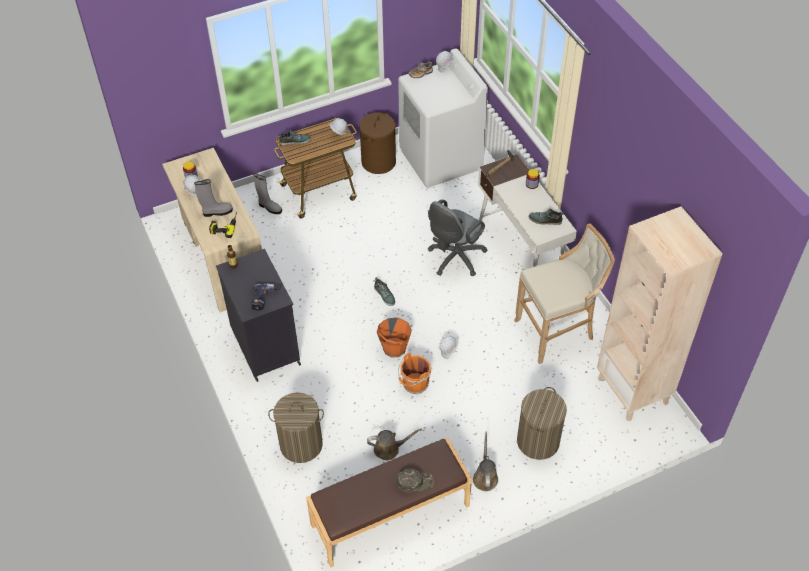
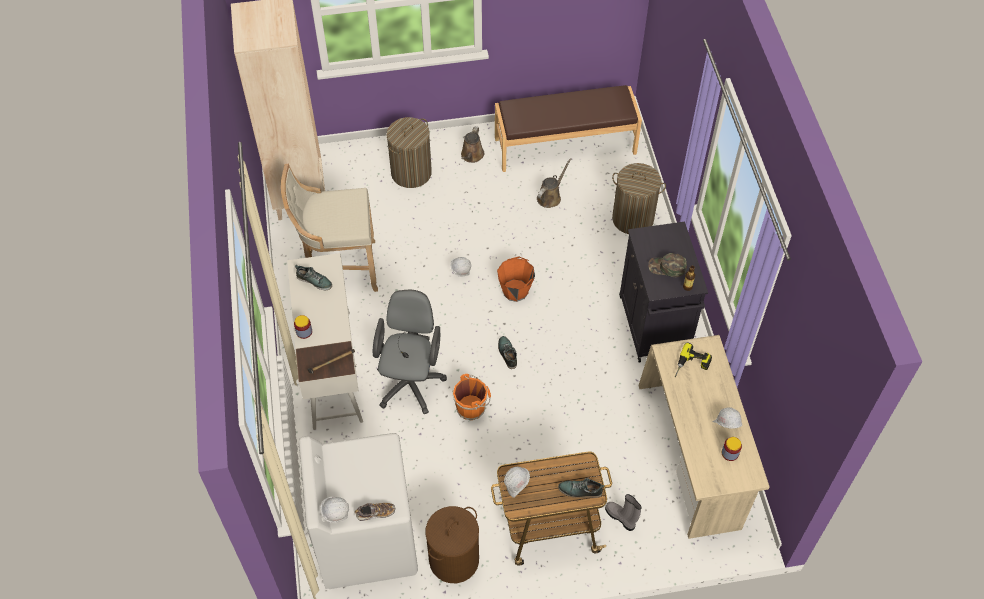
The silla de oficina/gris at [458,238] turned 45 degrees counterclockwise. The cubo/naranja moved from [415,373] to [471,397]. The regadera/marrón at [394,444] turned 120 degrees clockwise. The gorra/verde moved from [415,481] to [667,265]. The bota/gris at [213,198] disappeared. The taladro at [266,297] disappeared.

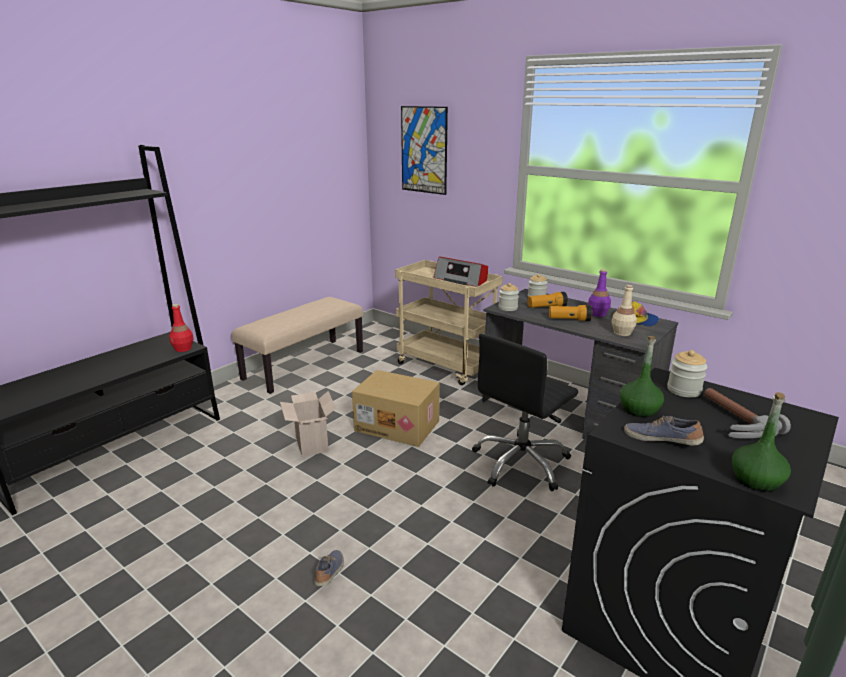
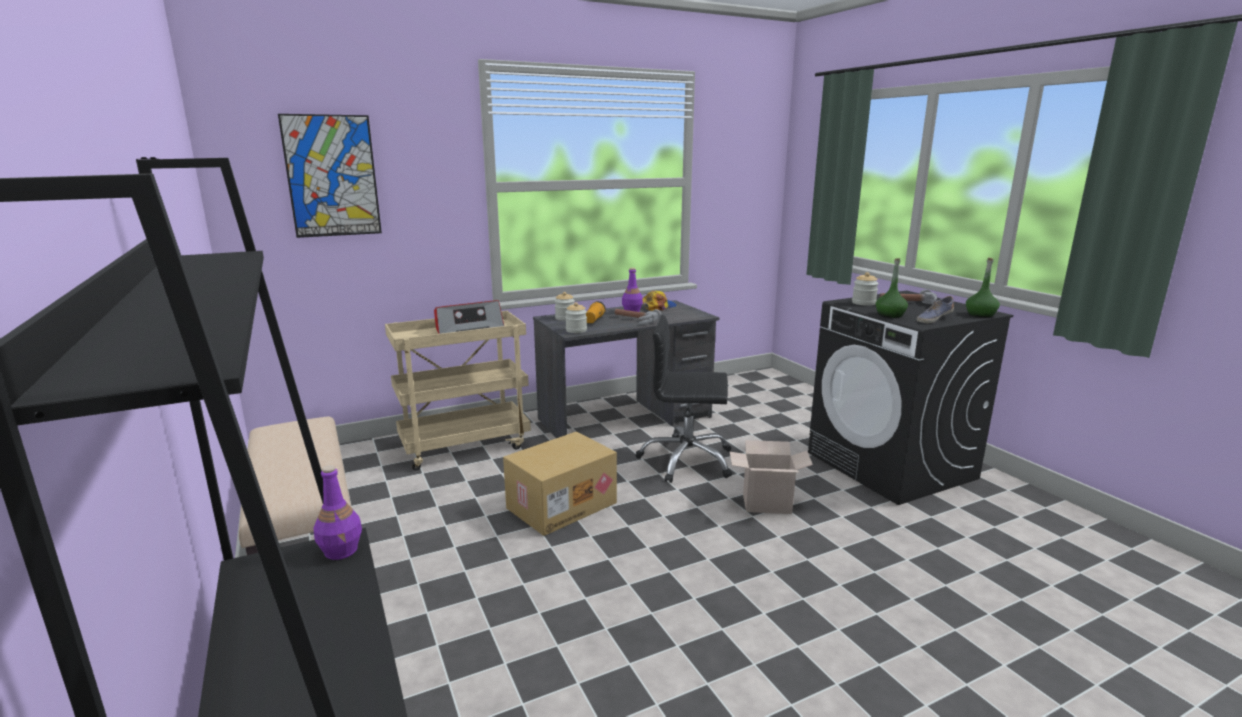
The botella/rojo at [181,328] became the botella/morado at [337,512]. The linterna at [570,313] was replaced by the martillo at [637,317]. The silla de oficina/negro at [525,412] turned 120 degrees clockwise. The caja de cartón moved from [308,424] to [771,477]. The zapato at [329,568] disappeared. The botella/beis at [624,310] disappeared.

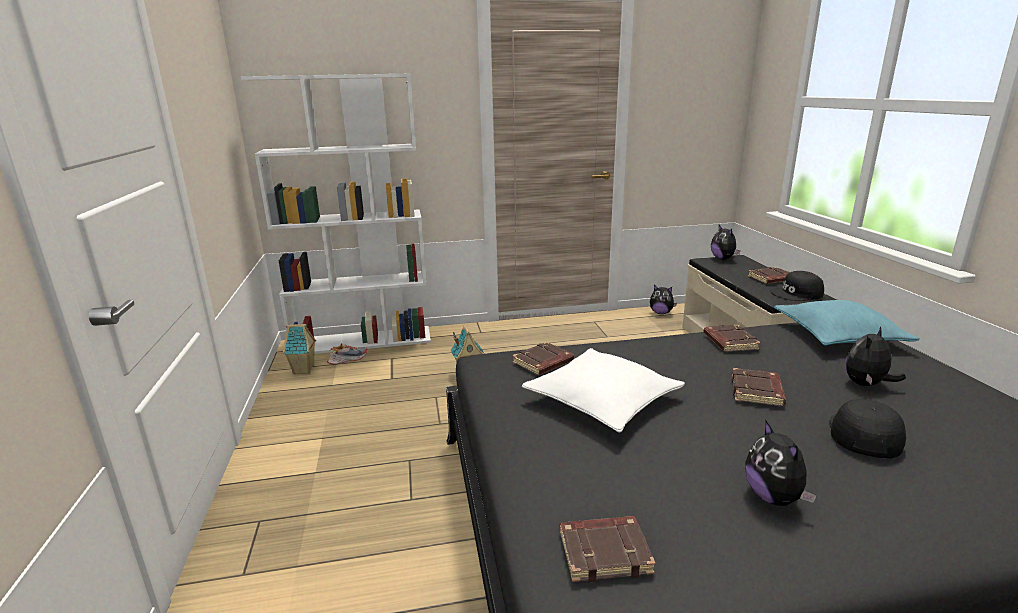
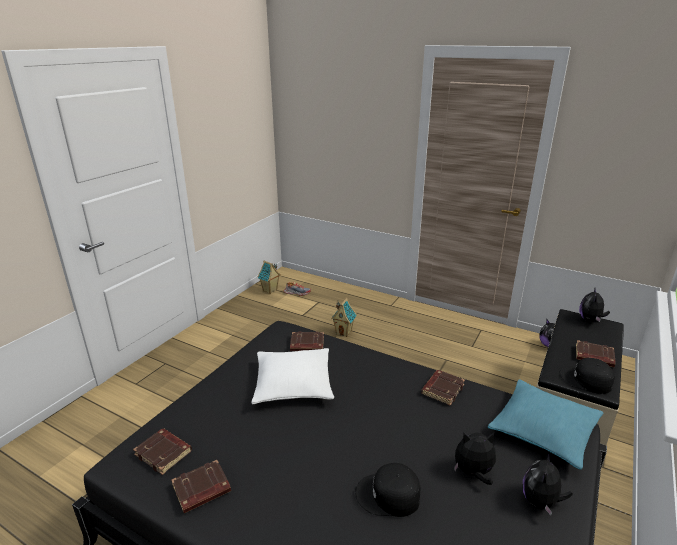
The libro/marrón moved from [758,387] to [201,486]. The gorra/negro at [867,429] turned 150 degrees counterclockwise. The peluche moved from [781,462] to [548,483]. The estantería/blanco at [336,214] disappeared.

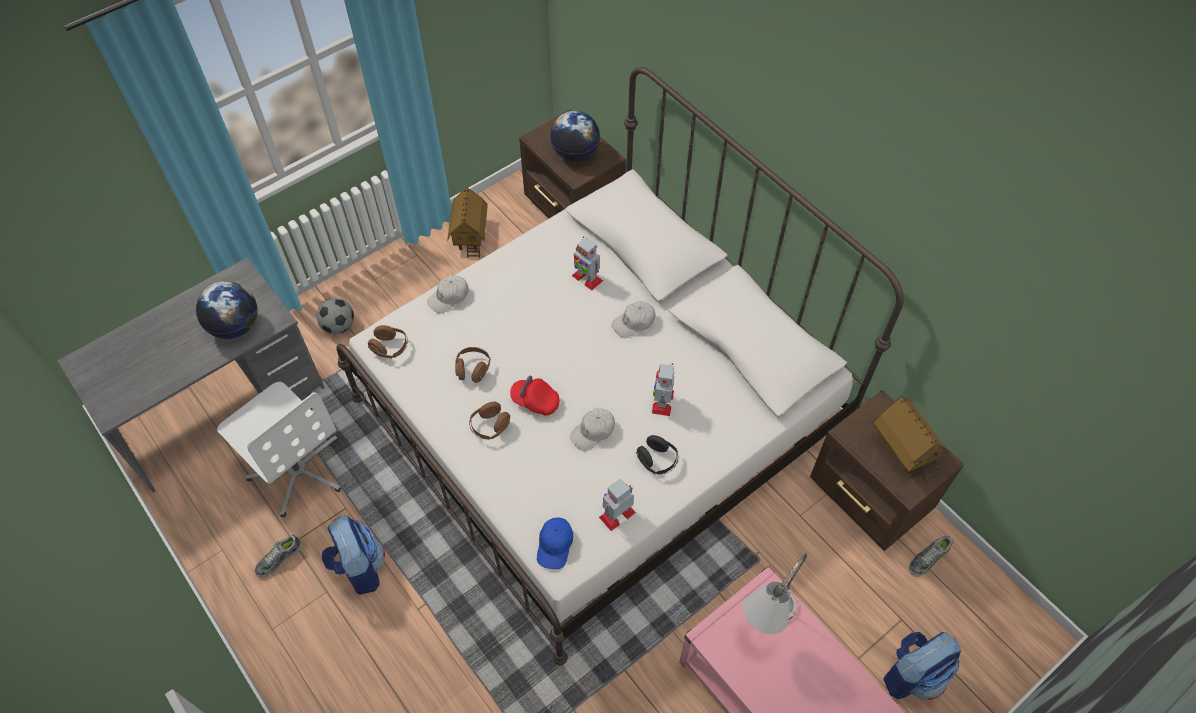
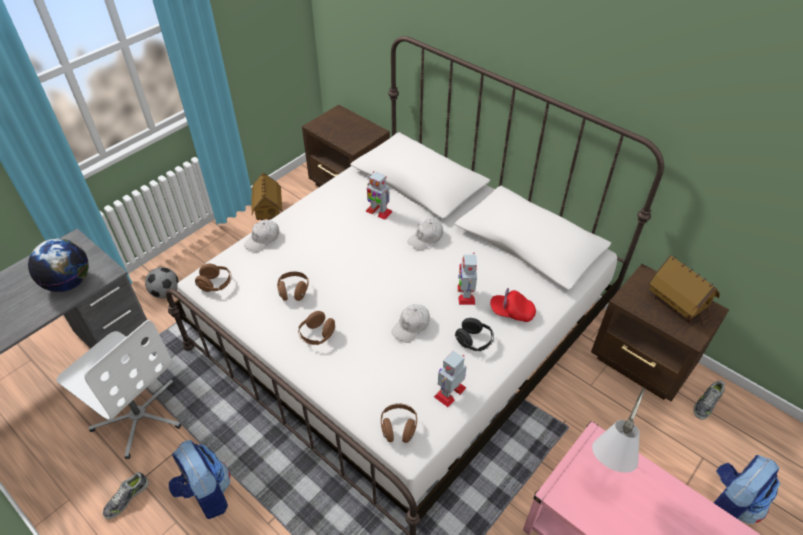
The gorra/azul at [555,543] was replaced by the auriculares/marrón at [399,423]. The gorra/rojo moved from [535,396] to [513,305]. The globo terráqueo at [575,136] disappeared.

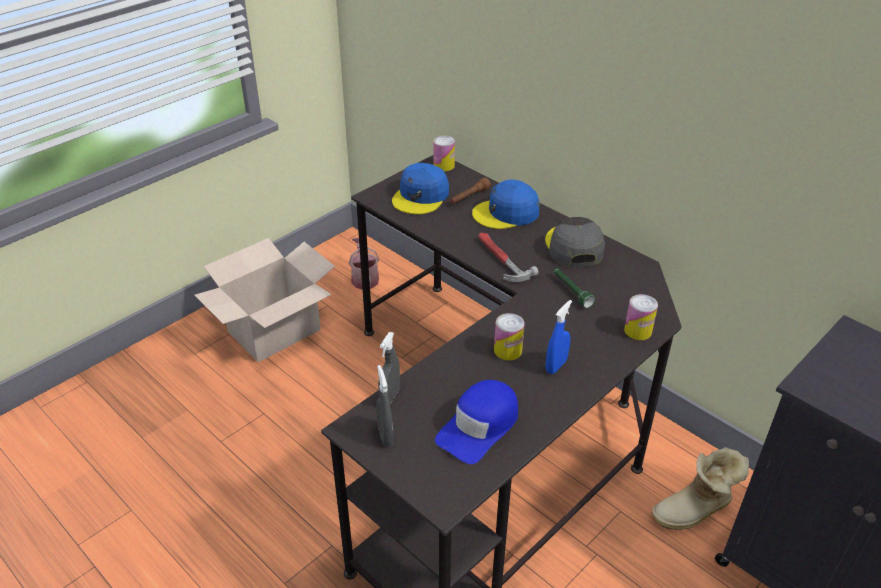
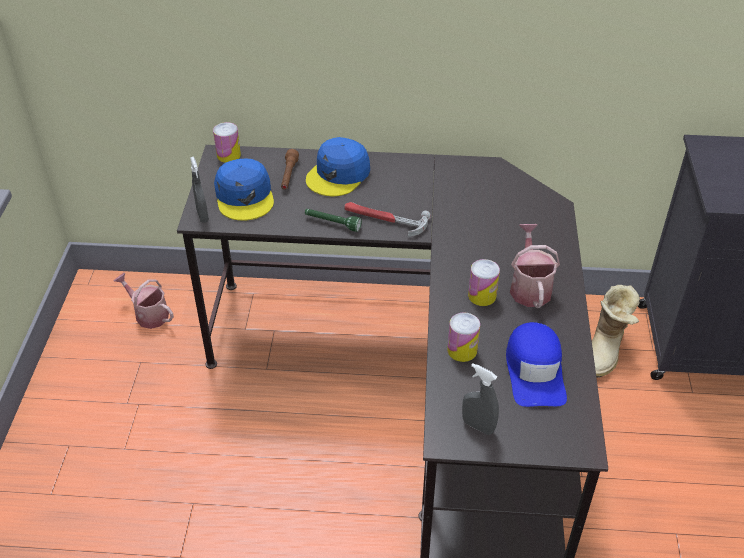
The pulverizador/gris moved from [389,368] to [199,190]. The linterna/verde moved from [574,288] to [333,220]. The lata moved from [641,317] to [463,337]. The pulverizador/azul at [558,337] was replaced by the regadera at [535,266]. The caja de cartón at [264,300] disappeared. The gorra/gris at [575,242] disappeared.

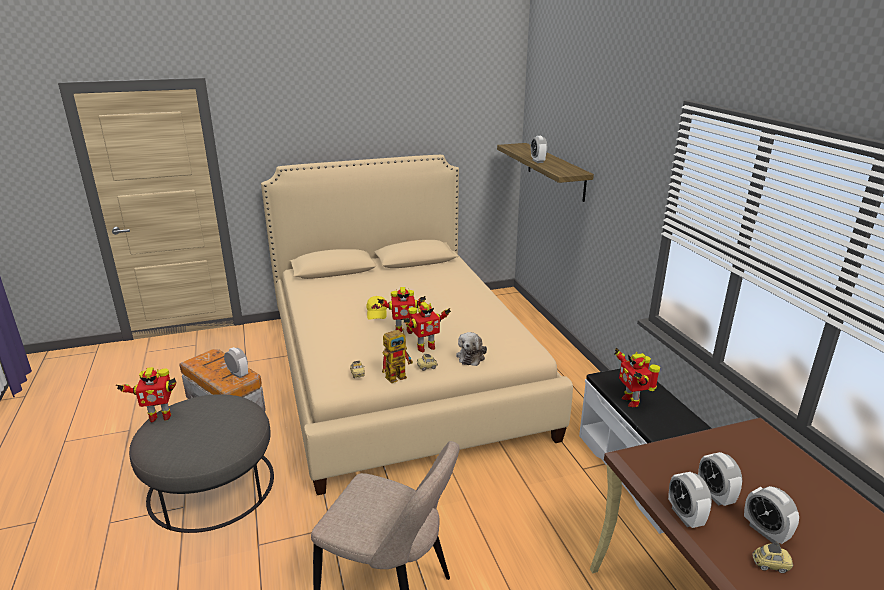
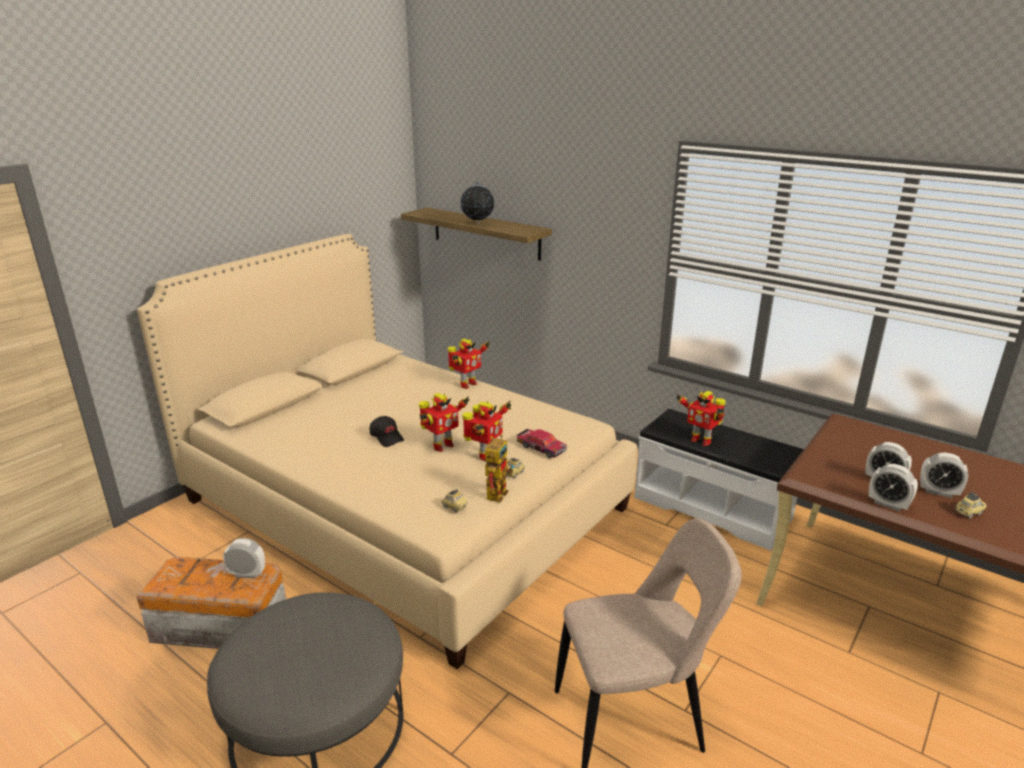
The gorra/amarillo at [376,308] became the gorra/negro at [387,431]. The robot de juguete moved from [145,394] to [469,364]. The despertador at [539,149] was replaced by the globo terráqueo at [477,203]. The peluche at [471,349] was replaced by the coche de juguete at [542,443].

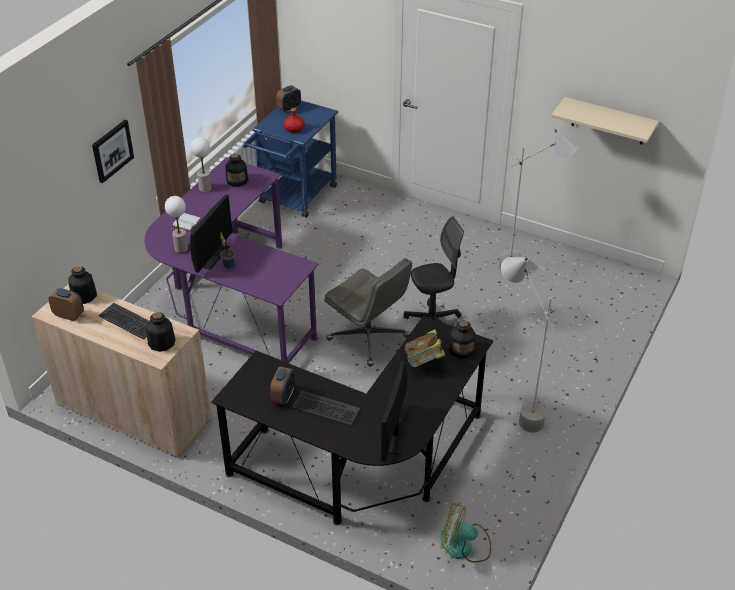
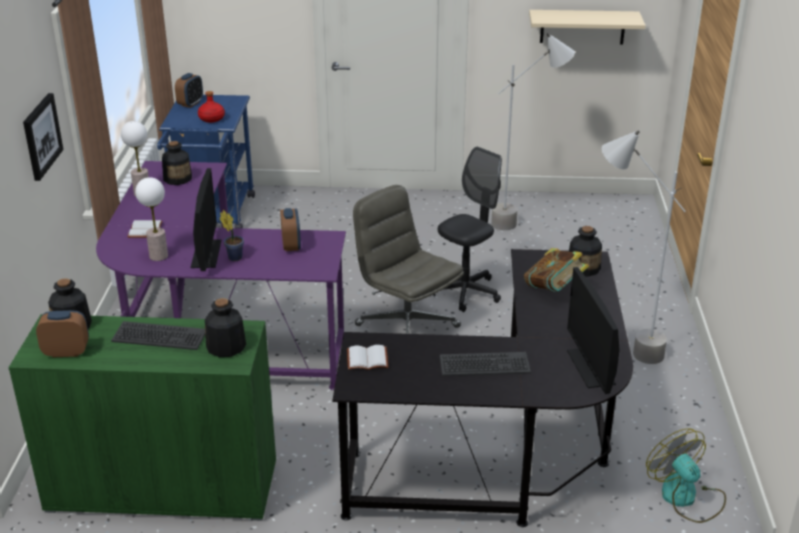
The armario/beis at [121,371] became the armario/verde at [142,417]. The despertador moved from [282,386] to [290,229]. The libro/blanco at [367,357] appeared. The silla de oficina/gris at [368,312] turned 150 degrees counterclockwise. The ventilador at [465,532] turned 75 degrees clockwise.

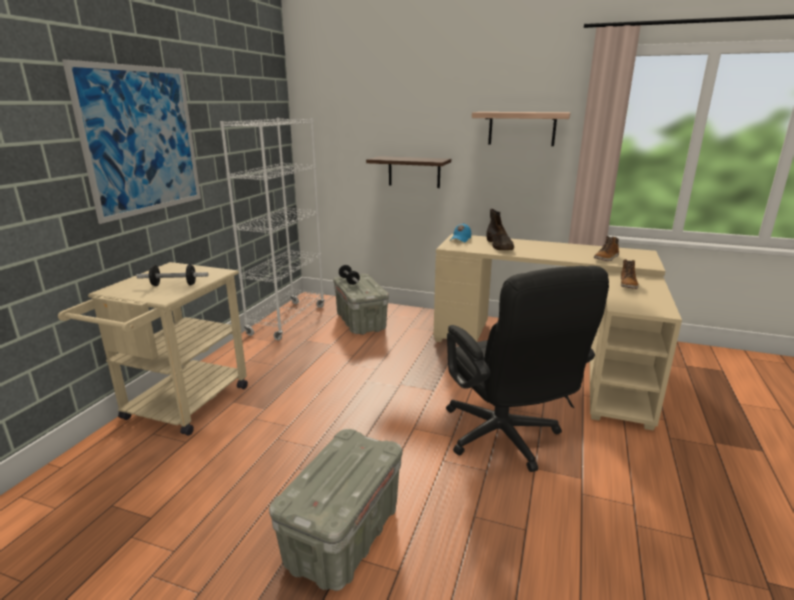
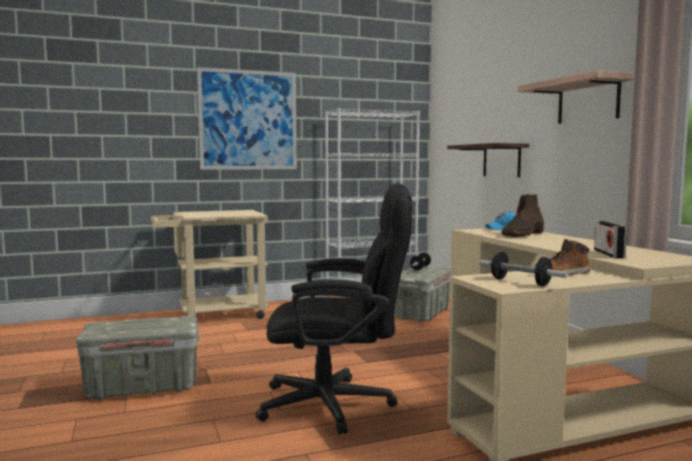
The silla de oficina/negro at [527,369] turned 120 degrees counterclockwise. The mancuerna moved from [172,275] to [523,269]. The bota at [606,248] was replaced by the radio at [610,240].

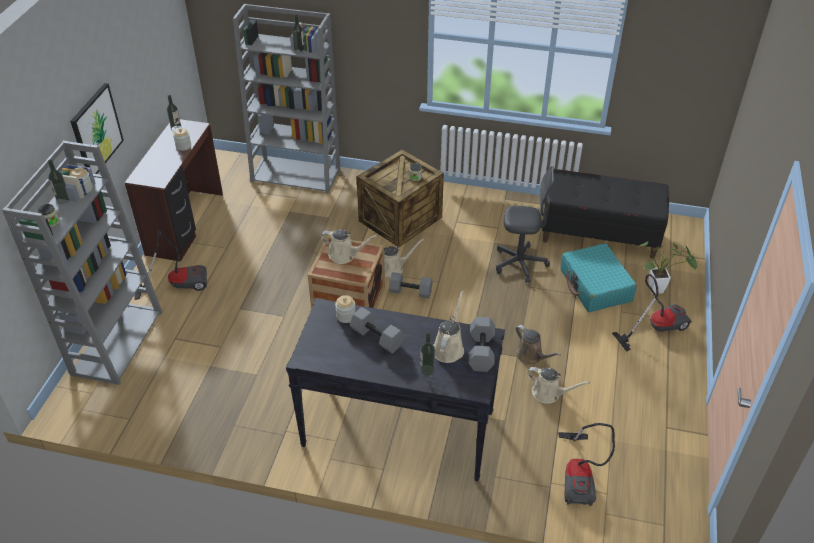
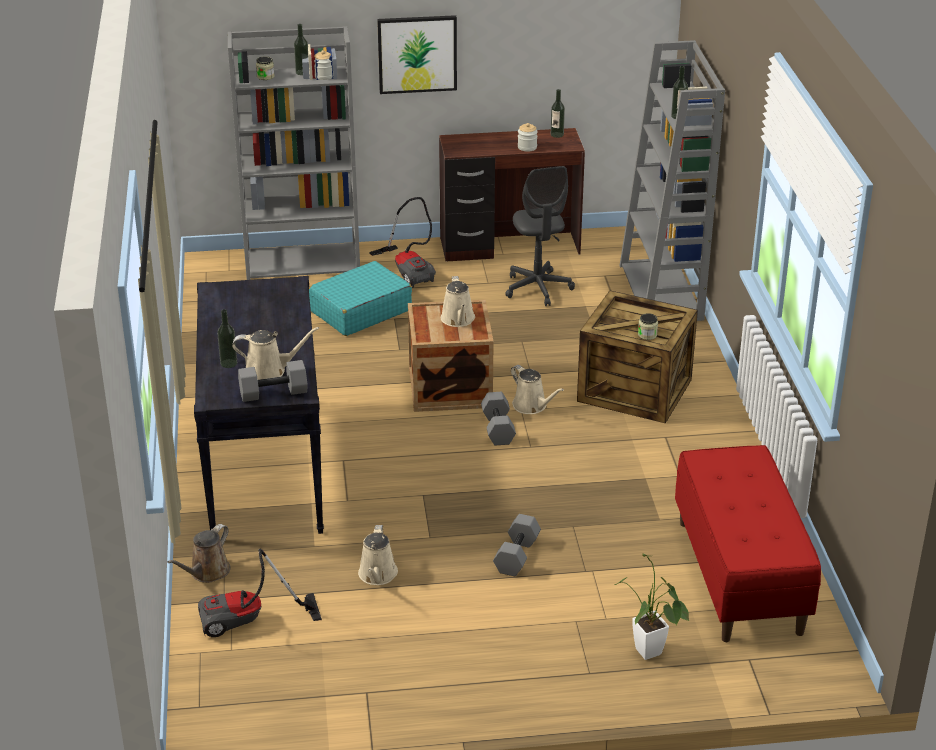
The regadera/marrón moved from [538,345] to [198,553]. The maleta/turquesa moved from [599,277] to [360,298]. The mancuerna/gris moved from [377,330] to [517,545]. The silla de oficina/gris moved from [525,224] to [540,236]. The banco/negro at [605,214] became the banco/rojo at [748,543]. The tarro at [345,309] disappeared. The aspiradora at [652,313] disappeared.

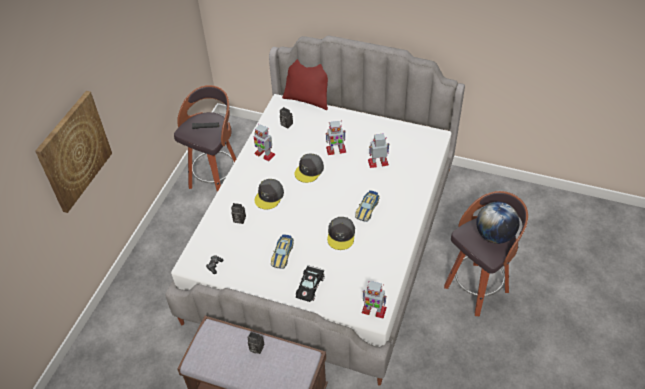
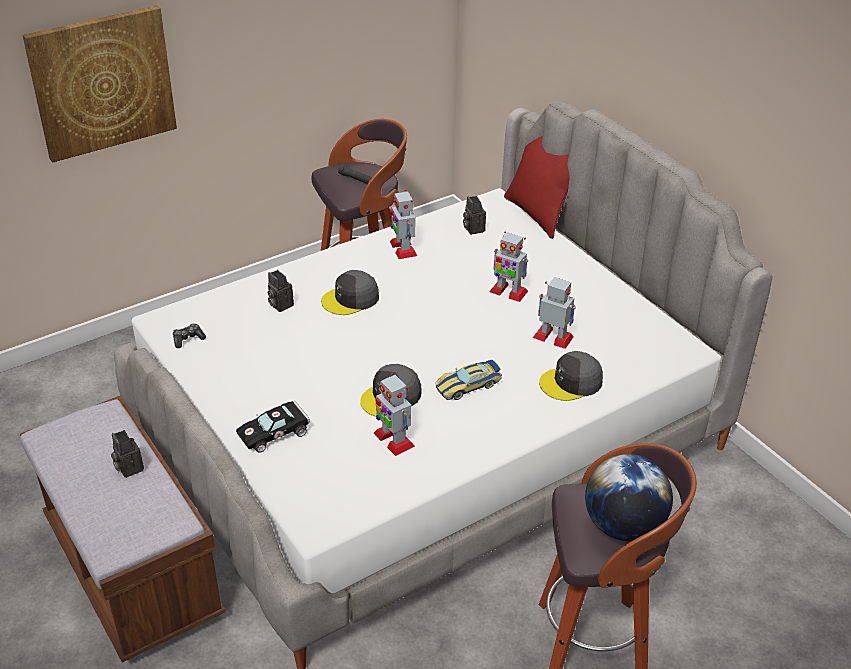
The robot de juguete moved from [374,300] to [394,414]. The gorra/gris moved from [309,168] to [571,376]. The coche de juguete at [282,251] disappeared.

